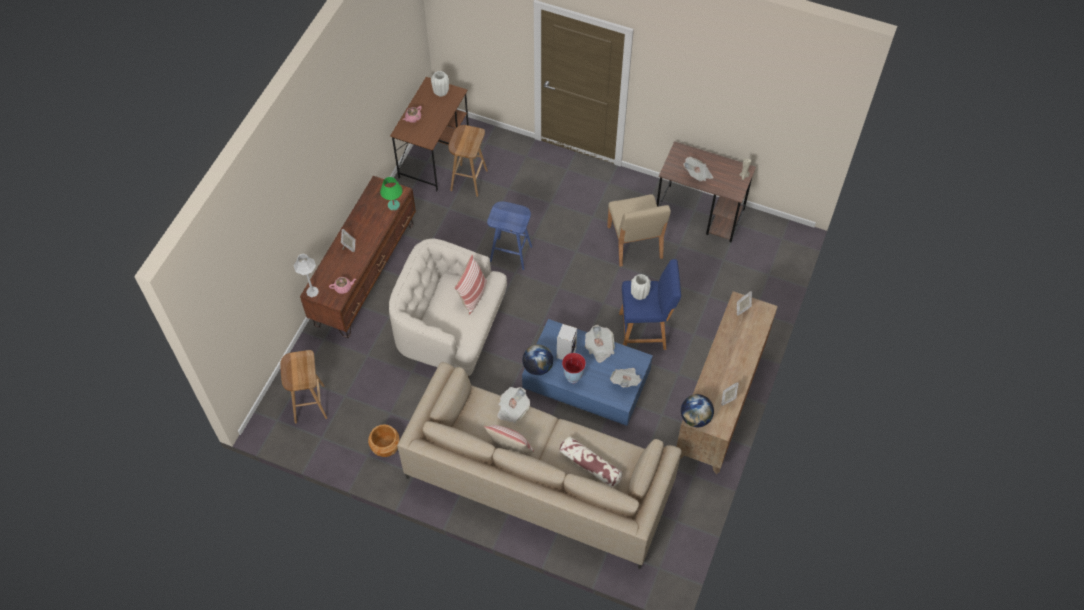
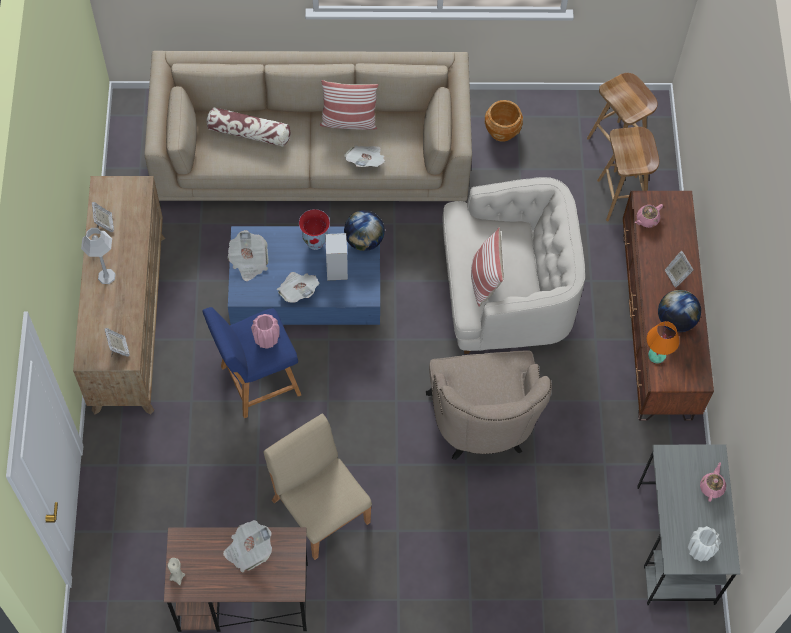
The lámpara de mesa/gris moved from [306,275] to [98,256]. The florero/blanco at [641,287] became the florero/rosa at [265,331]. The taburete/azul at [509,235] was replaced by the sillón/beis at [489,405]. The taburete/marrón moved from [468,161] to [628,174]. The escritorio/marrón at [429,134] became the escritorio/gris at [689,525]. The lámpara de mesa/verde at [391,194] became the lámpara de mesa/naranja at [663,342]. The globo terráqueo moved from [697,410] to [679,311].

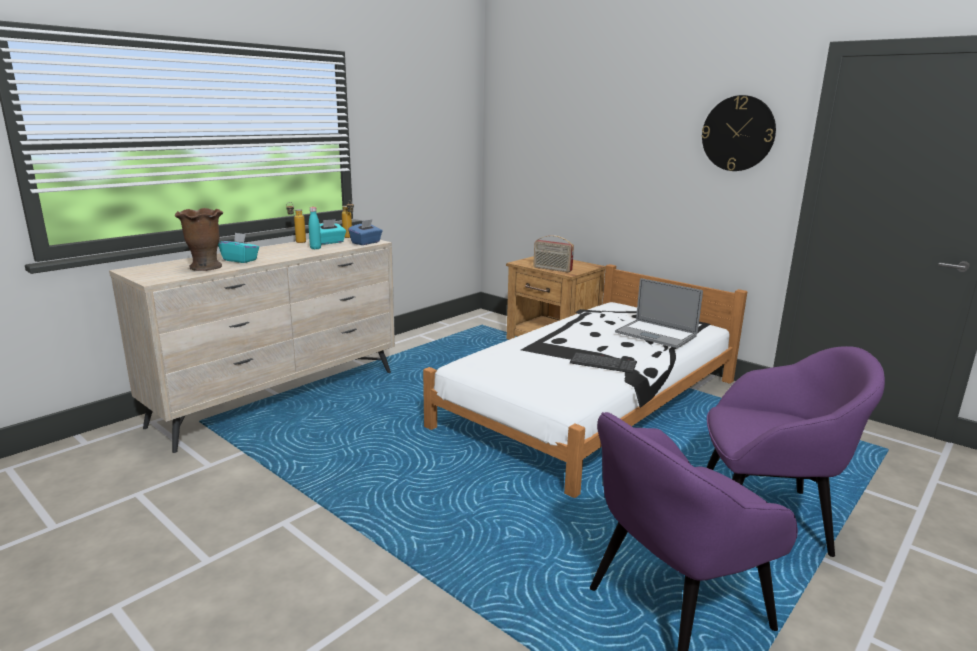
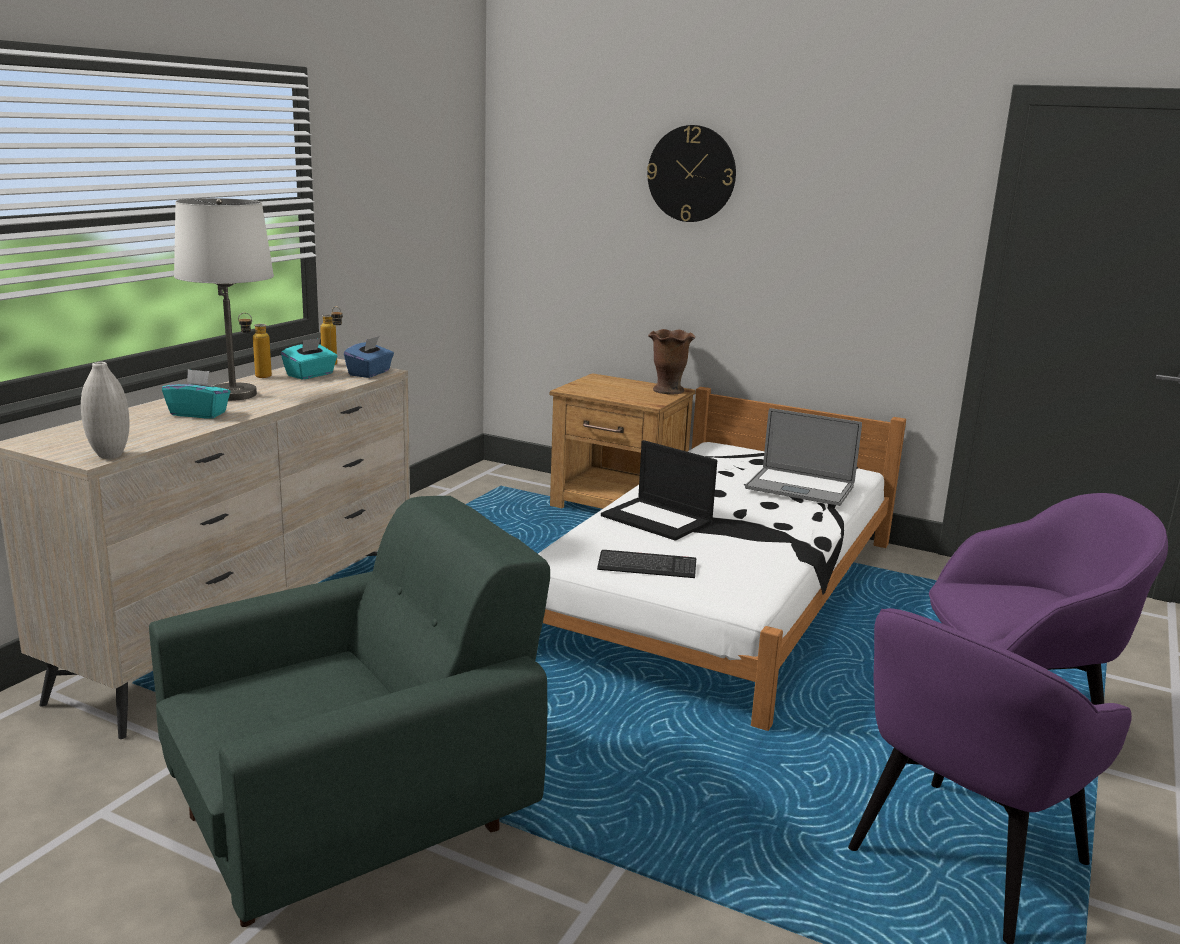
The florero/blanco at [105,410] appeared. The sillón/verde at [349,711] appeared. The lámpara de mesa/blanco at [224,299] appeared. The teclado moved from [603,362] to [646,564]. The portátil at [659,490] appeared. The reloj de pared moved from [739,133] to [691,173]. The florero/marrón moved from [199,239] to [672,362]. The botella/turquesa at [315,228] disappeared. The radio at [553,253] disappeared.

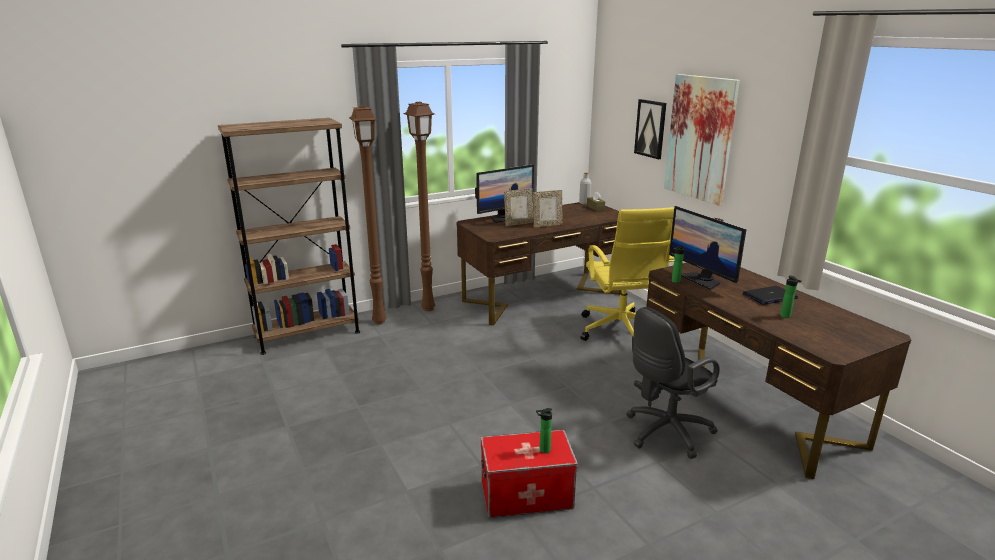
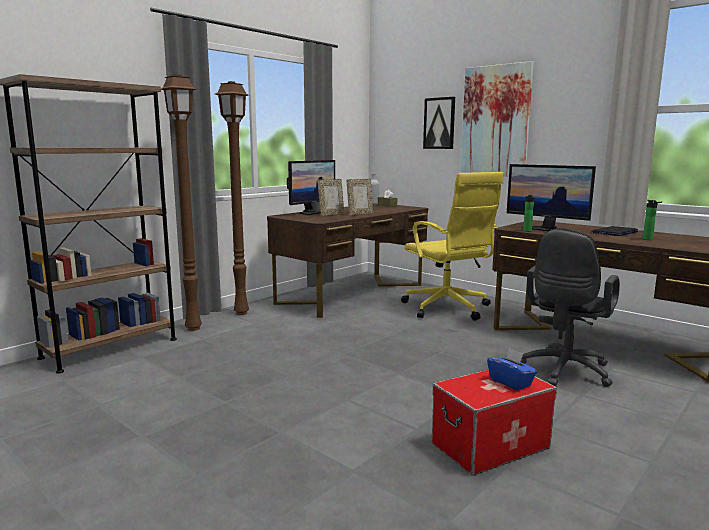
The botella at [544,430] was replaced by the caja de pañuelos/azul at [512,369].

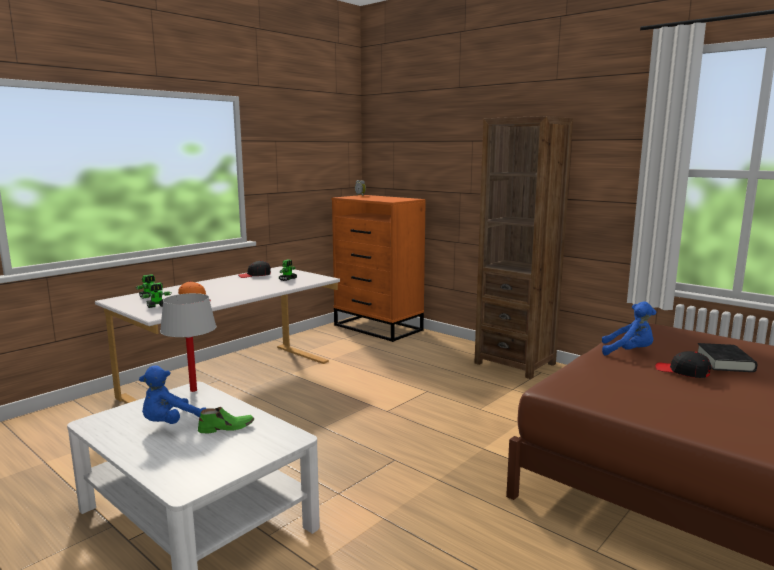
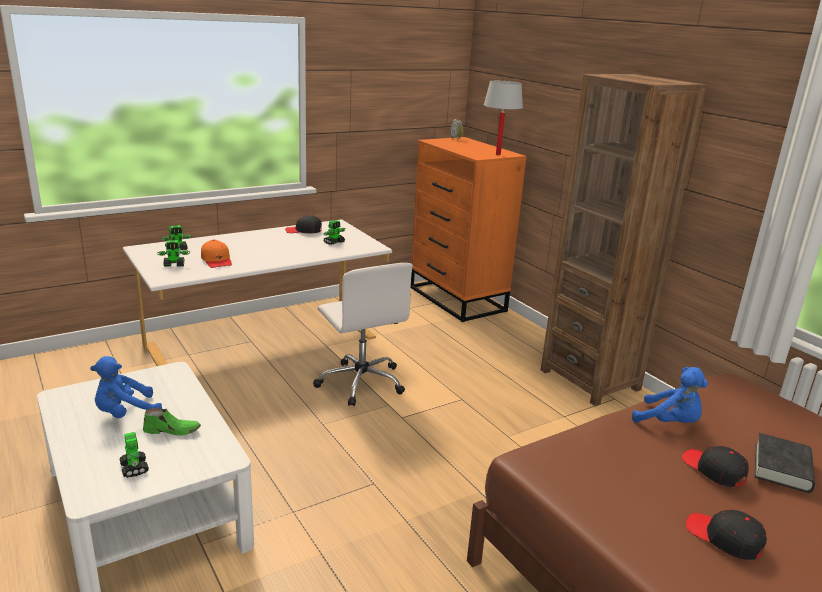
The robot de juguete at [134,455] appeared. The silla de oficina/blanco at [363,334] appeared. The lámpara de mesa/blanco moved from [188,342] to [503,118]. The gorra/negro at [726,535] appeared.

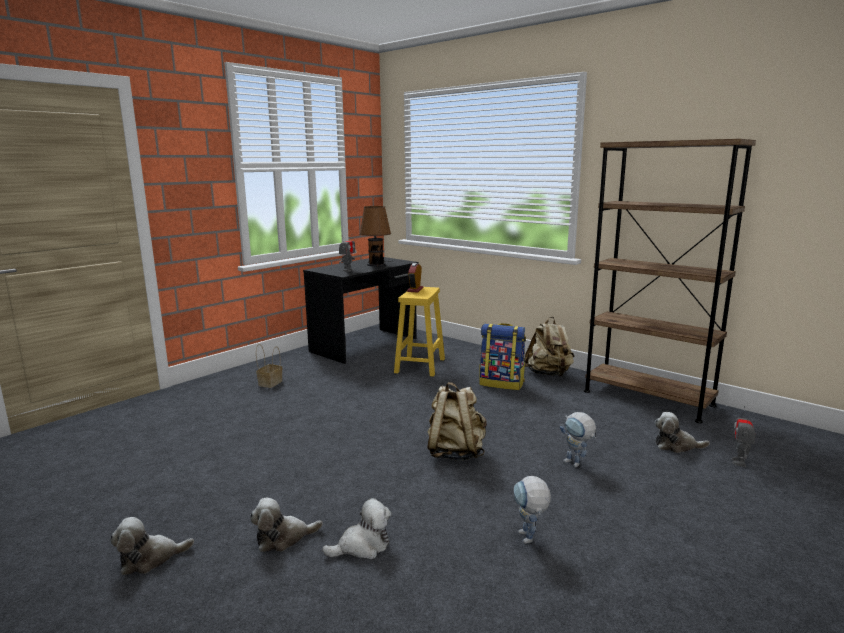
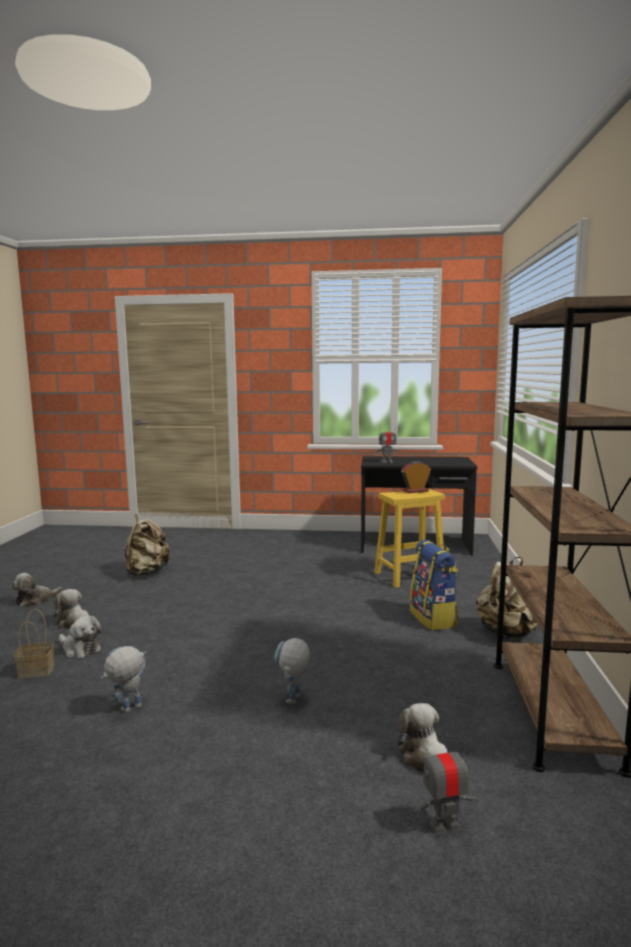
The peluche at [152,546] turned 75 degrees counterclockwise. The cesta moved from [269,366] to [34,644]. The mochila/beis moved from [457,421] to [148,544]. The lámpara de mesa/marrón at [376,236] disappeared.

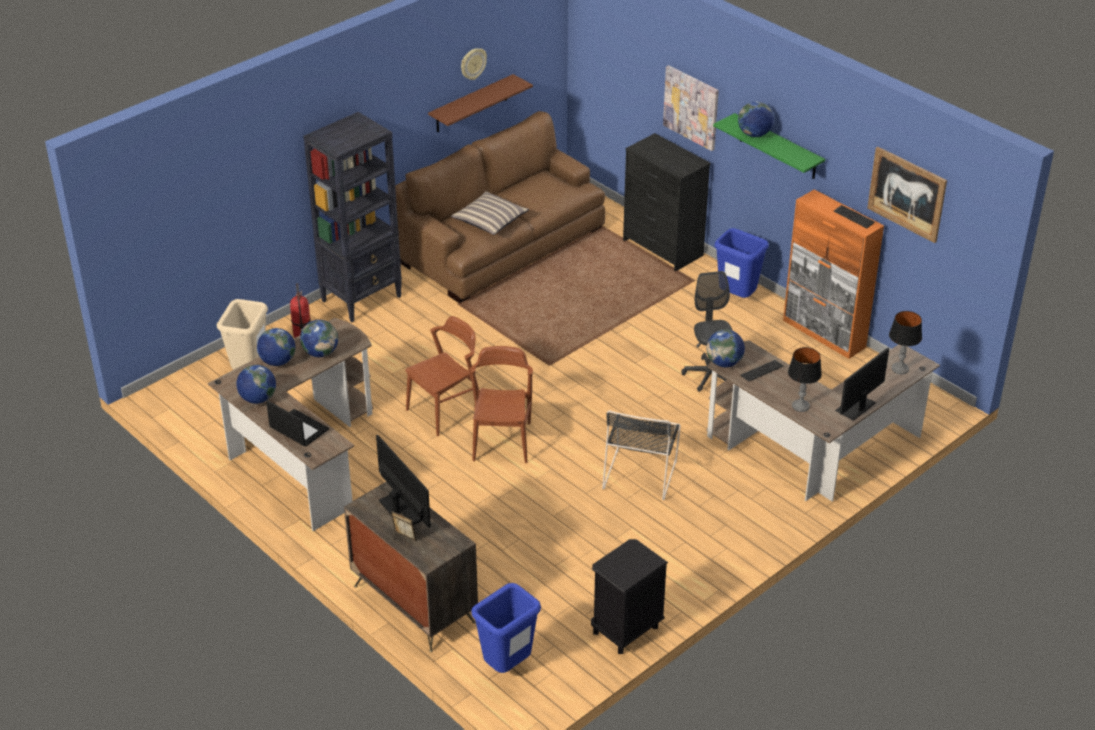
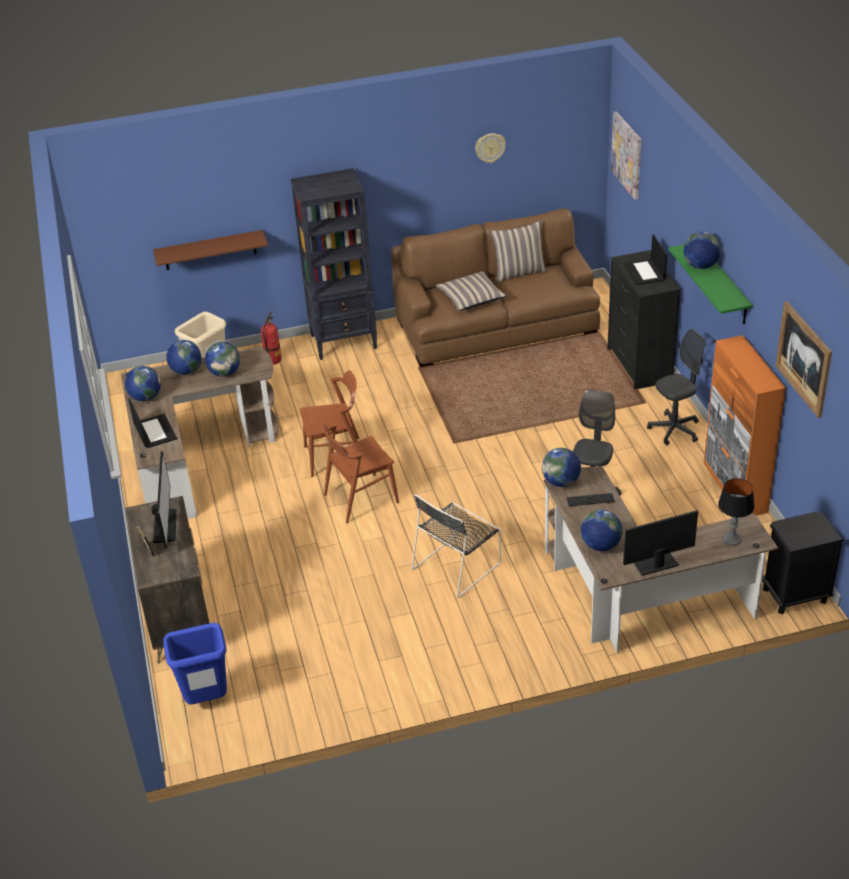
The estante/marrón moved from [480,103] to [210,250]. The silla/marrón at [501,404] turned 150 degrees counterclockwise. The cojín at [518,251] appeared. The lámpara de mesa at [805,379] was replaced by the globo terráqueo at [601,530]. The cuadro moved from [691,108] to [626,155]. The portátil at [645,259] appeared. The papelera/azul at [741,263] was replaced by the silla de oficina/gris at [676,387]. The mesita de noche/negro moved from [629,596] to [803,562]. The teclado at [854,216] disappeared.

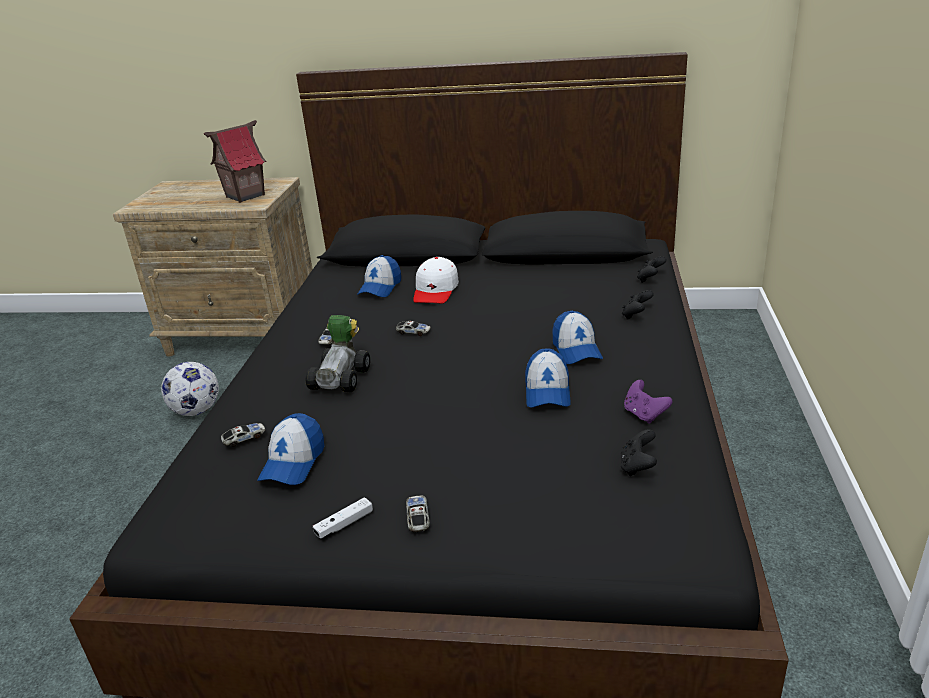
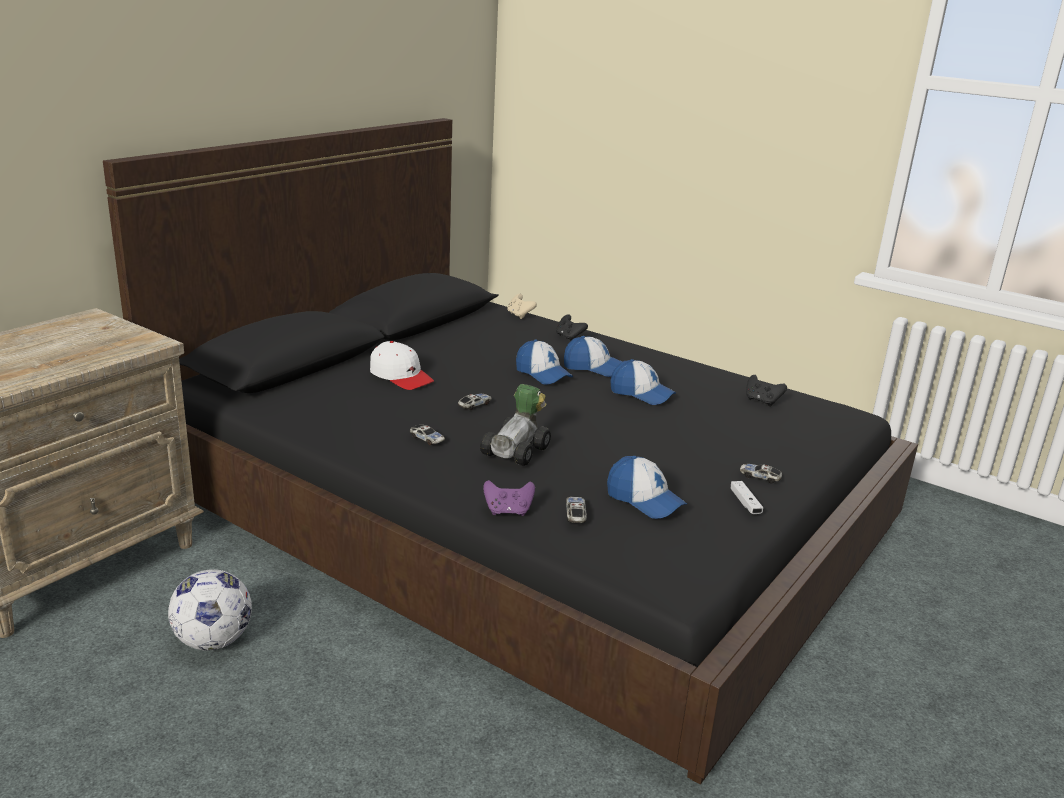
The coche de juguete at [338,353] turned 75 degrees clockwise. The mando de consola/morado moved from [648,402] to [509,498]. The mando de consola/negro at [652,269] became the mando de consola/beis at [522,306]. The gorra moved from [379,276] to [544,362]. The casita at [235,161] disappeared.

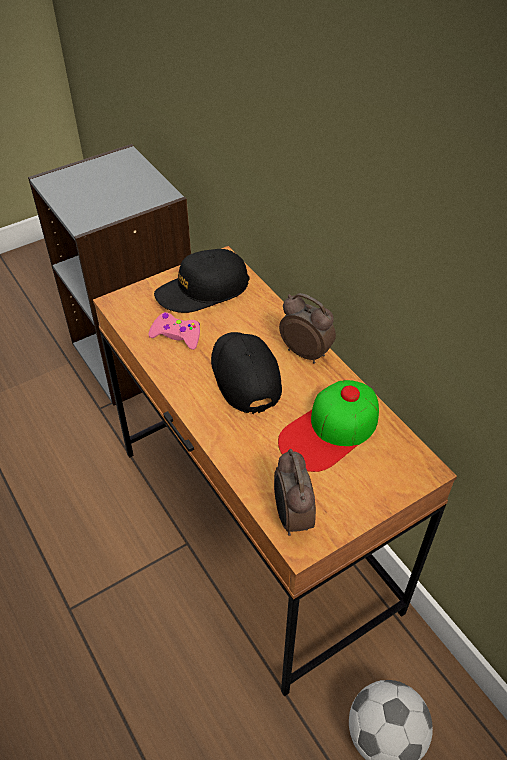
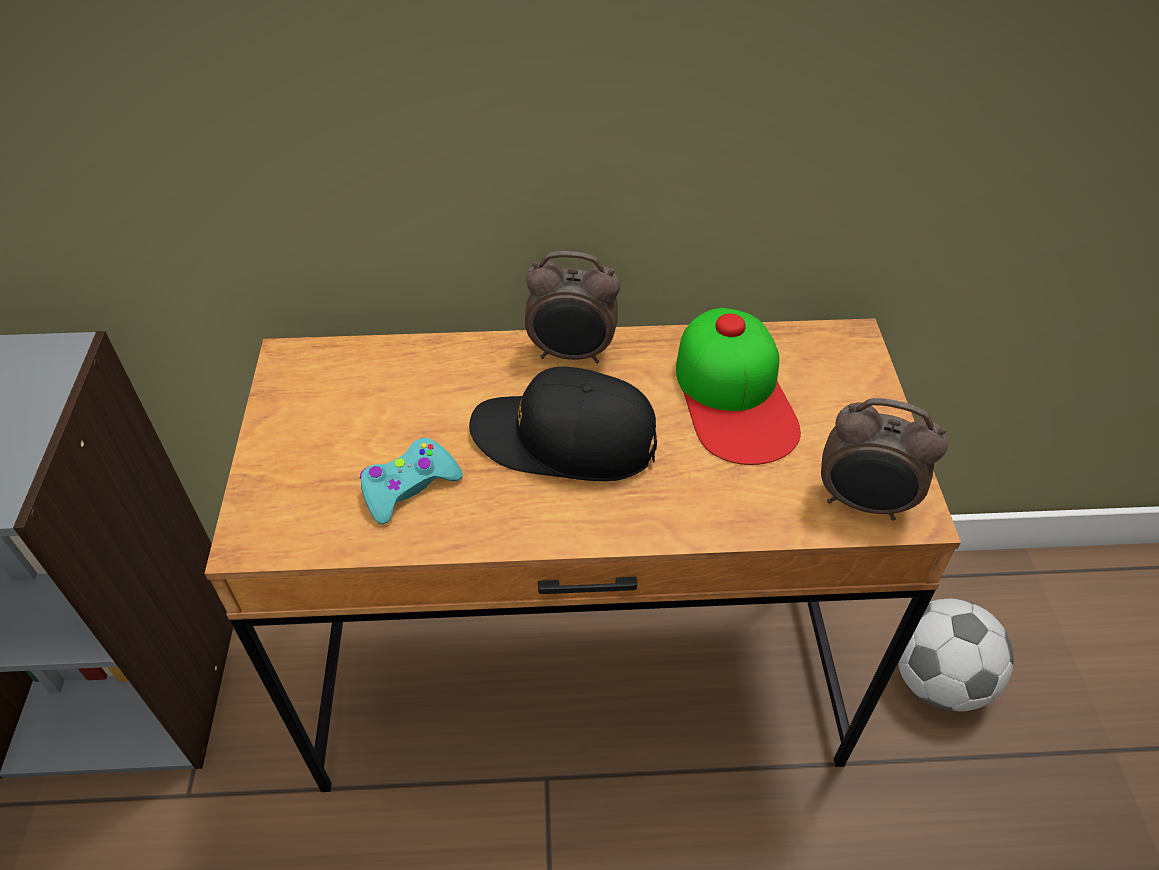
The mando de consola/rosa at [174,331] became the mando de consola/turquesa at [411,481]. The despertador at [307,328] turned 150 degrees counterclockwise. The gorra/negro at [202,281] disappeared.

